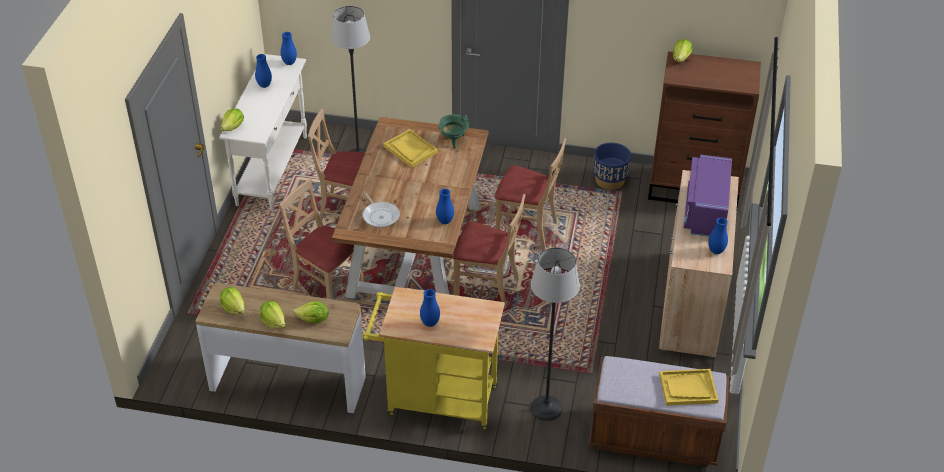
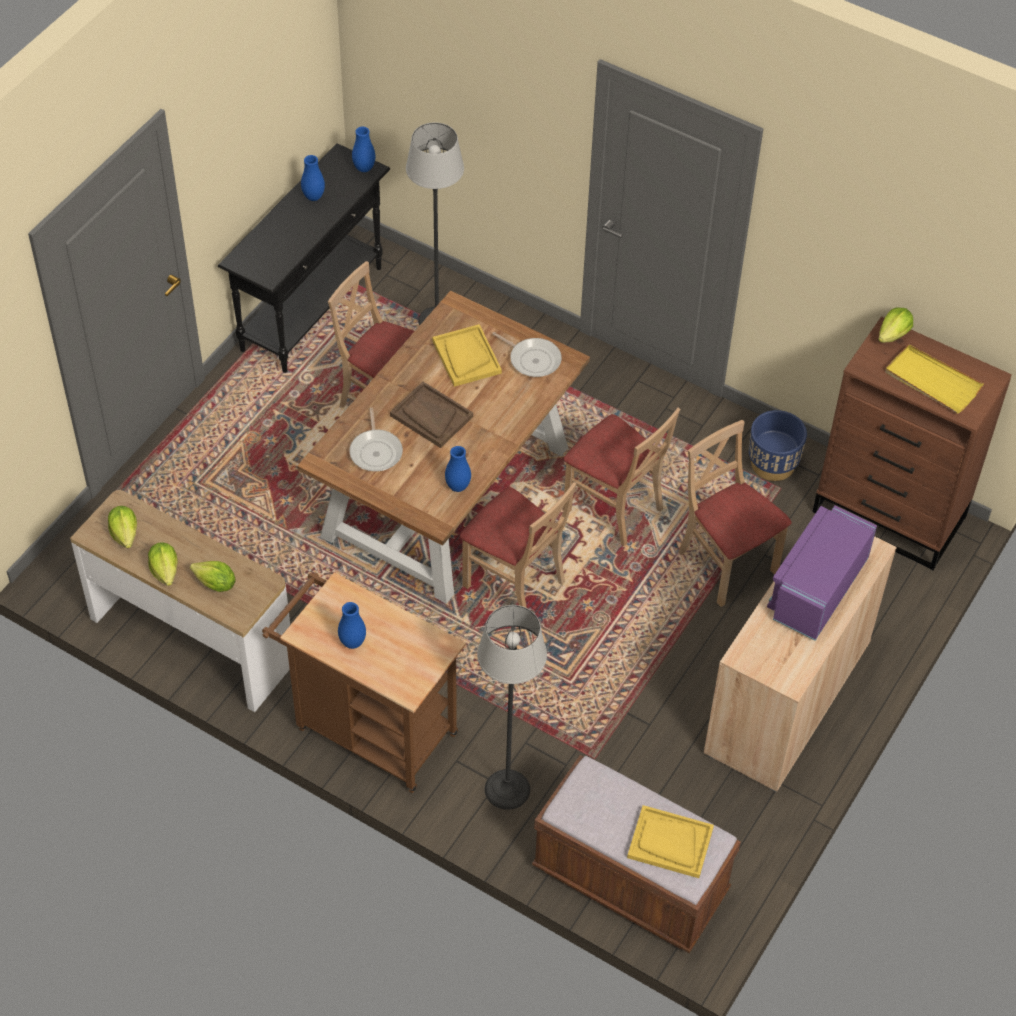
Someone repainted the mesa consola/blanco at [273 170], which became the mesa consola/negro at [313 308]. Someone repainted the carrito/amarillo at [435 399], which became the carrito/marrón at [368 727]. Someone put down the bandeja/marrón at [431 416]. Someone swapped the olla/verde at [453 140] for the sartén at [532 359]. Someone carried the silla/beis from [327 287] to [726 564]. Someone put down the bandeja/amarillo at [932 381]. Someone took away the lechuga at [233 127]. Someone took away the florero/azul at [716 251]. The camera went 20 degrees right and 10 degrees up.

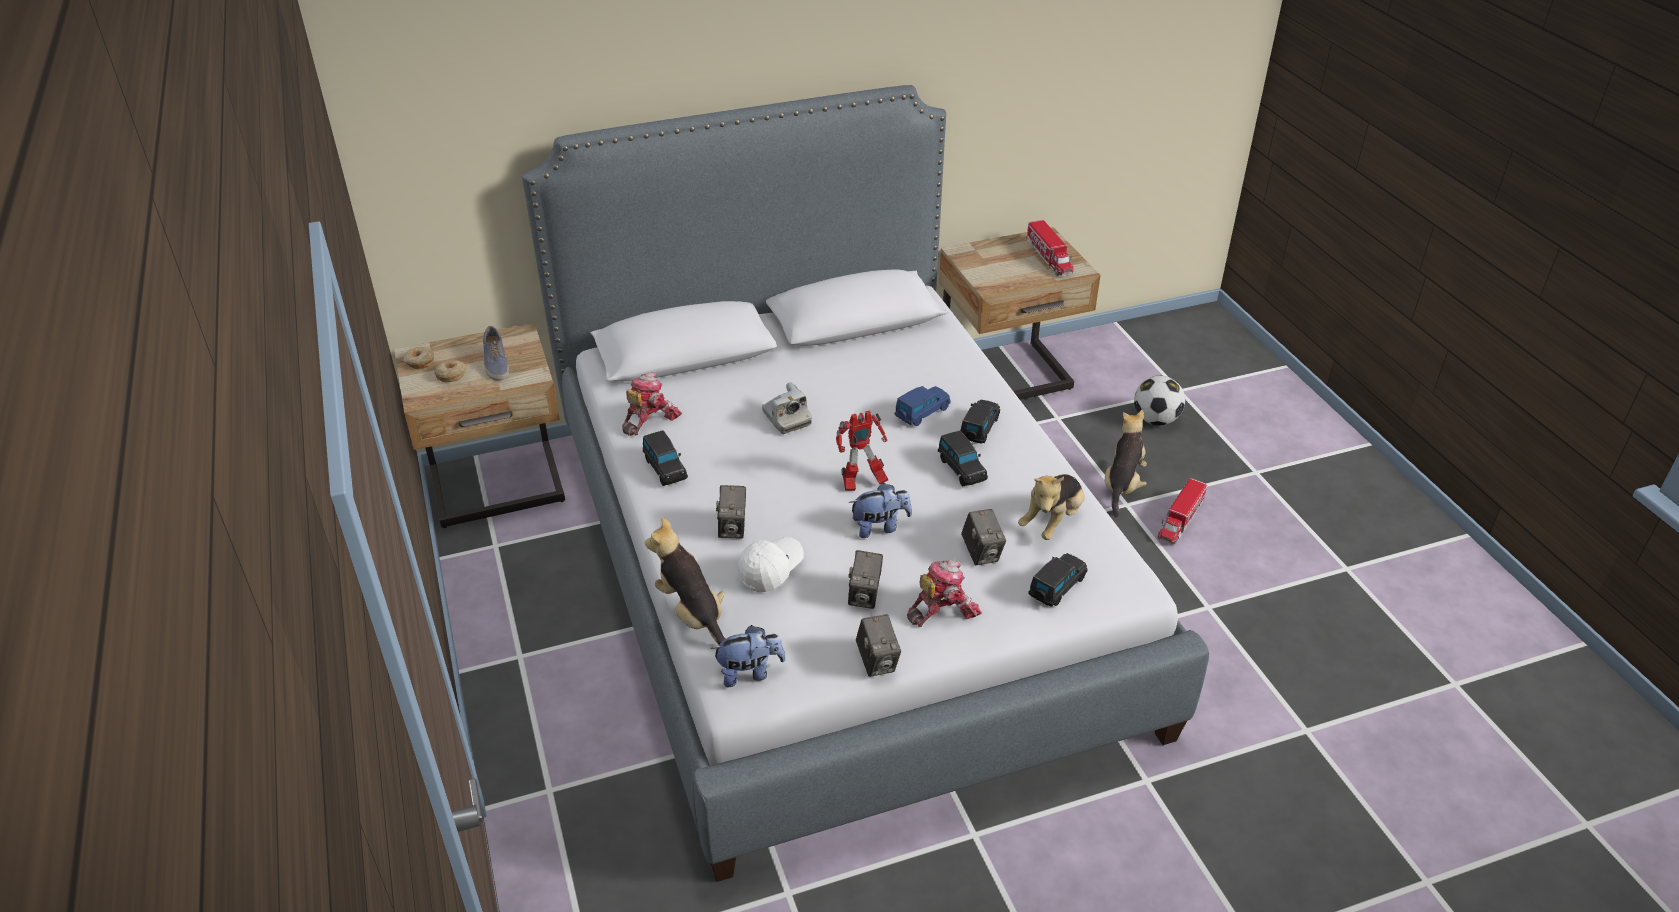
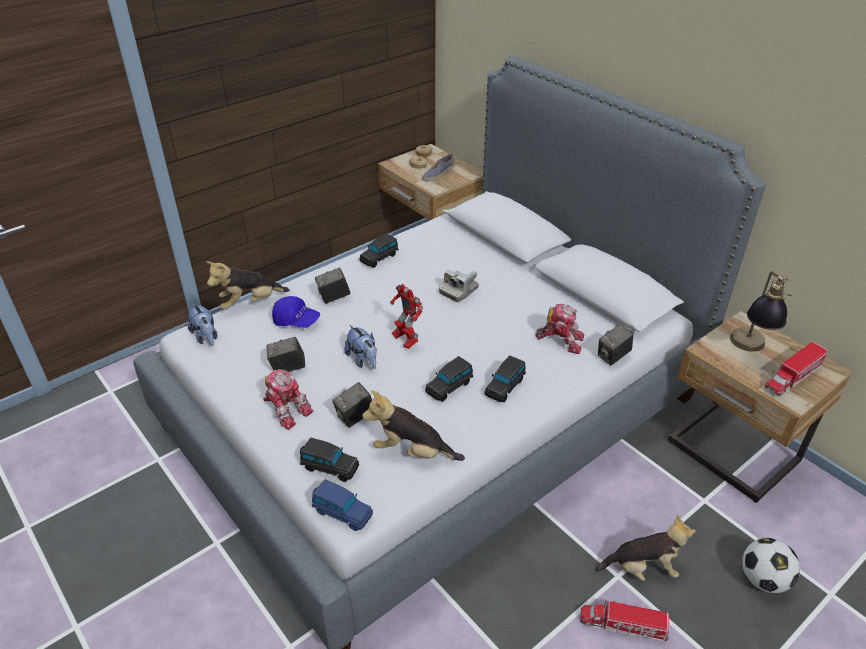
Someone rotated the peluche at [693 614] by 150 degrees counterclockwise. Someone repainted the gorra/blanco at [771 570], which became the gorra/azul at [296 321]. Someone carried the coche de juguete/azul from [921 413] to [342 512]. Someone rotated the coche de juguete/negro at [979 429] by 120 degrees clockwise. Someone carried the robot de juguete from [649 419] to [561 340]. Someone carried the cámara from [877 661] to [613 356]. Someone put down the lámpara de mesa at [749 350]. The camera went 70 degrees right and 0 degrees up.

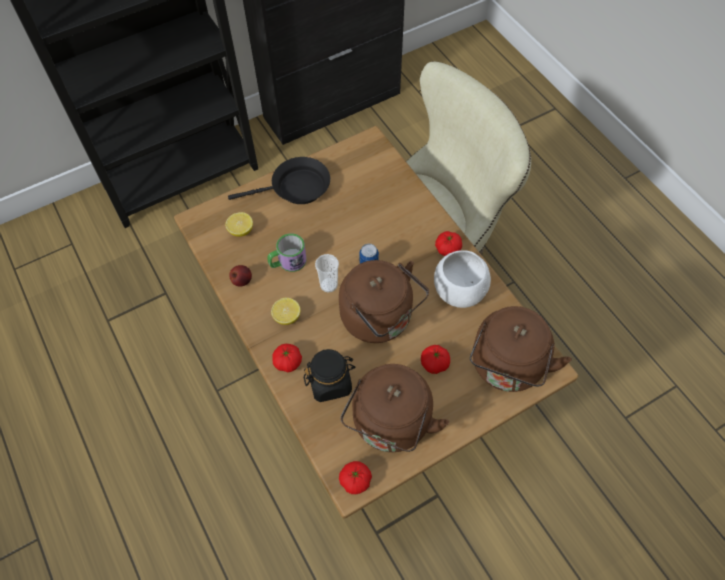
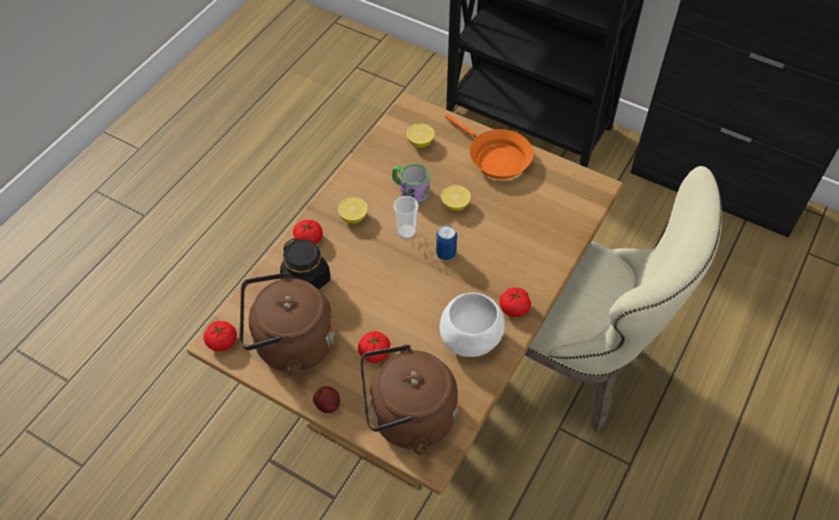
Someone carried the manzana from [242 281] to [328 405]. Someone put down the limón at [455 205]. Someone repainted the sartén/negro at [296 188], which became the sartén/naranja at [495 158]. Someone took away the hervidor/marrón at [380 319]. The camera went 60 degrees right and 5 degrees down.

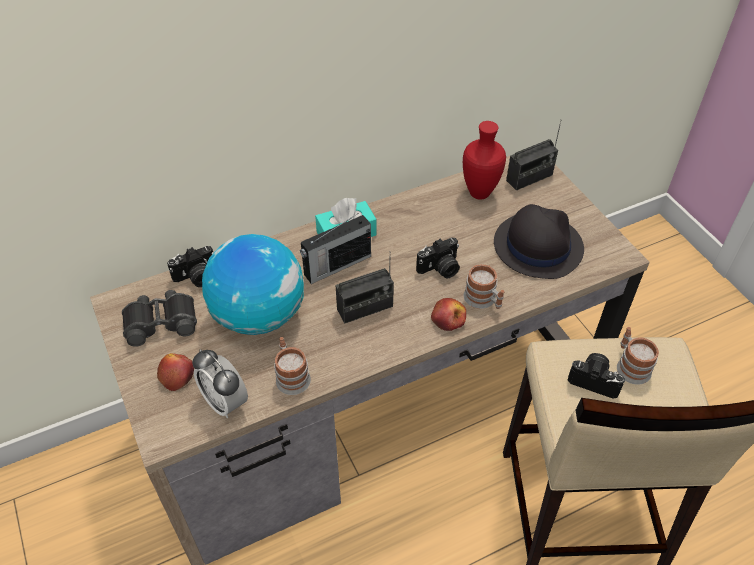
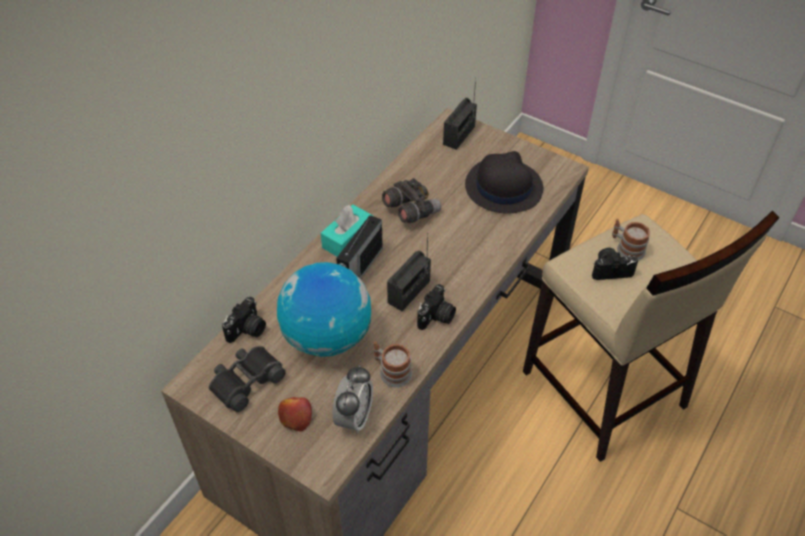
Someone rotated the despertador at [225 402] by 90 degrees counterclockwise. Someone put down the prismáticos/gris at [410 211]. Someone carried the cámara from [440 269] to [437 317]. Someone took away the manzana at [448 319]. Someone took away the florero/rojo at [478 193]. Someone took away the taza grande at [483 300]. The camera went 30 degrees left and 0 degrees up.

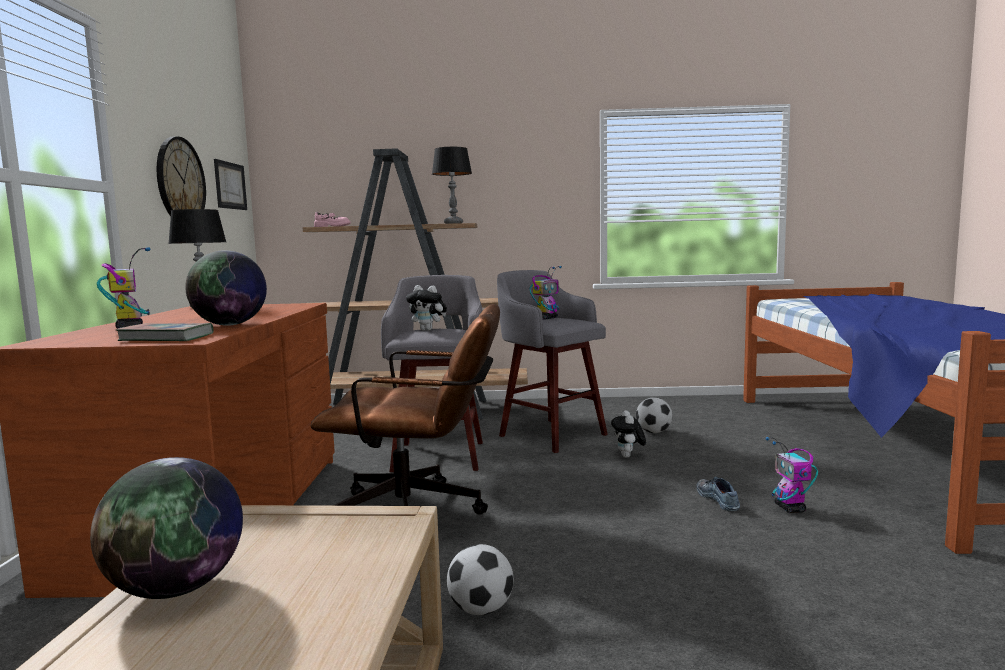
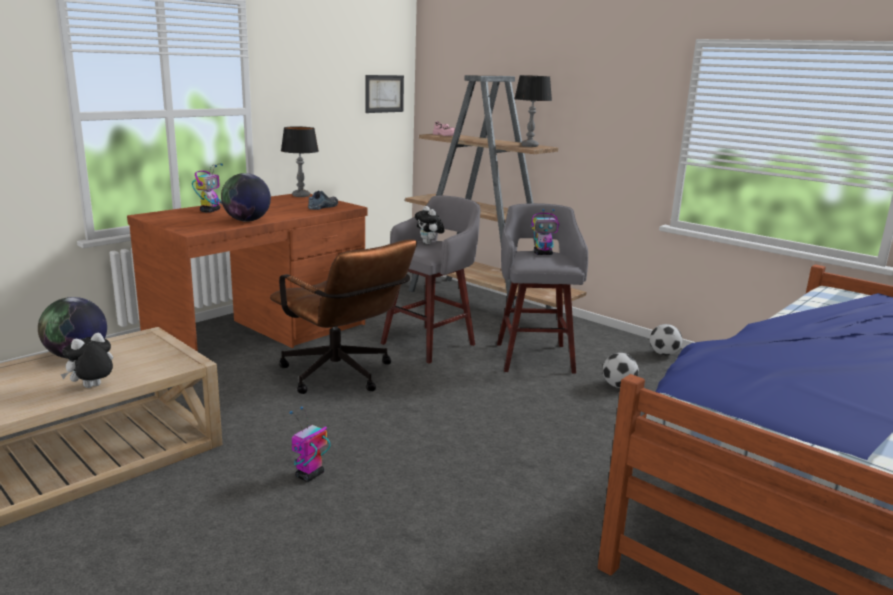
Someone carried the peluche from [628 456] to [92 388]. Someone carried the robot de juguete from [790 508] to [309 475]. Someone carried the zapato from [719 499] to [324 207]. Someone carried the balón de fútbol from [481 610] to [663 354]. Someone took away the libro at [167 338]. Someone took away the reloj de pared at [180 181]. The camera went 40 degrees right and 10 degrees up.

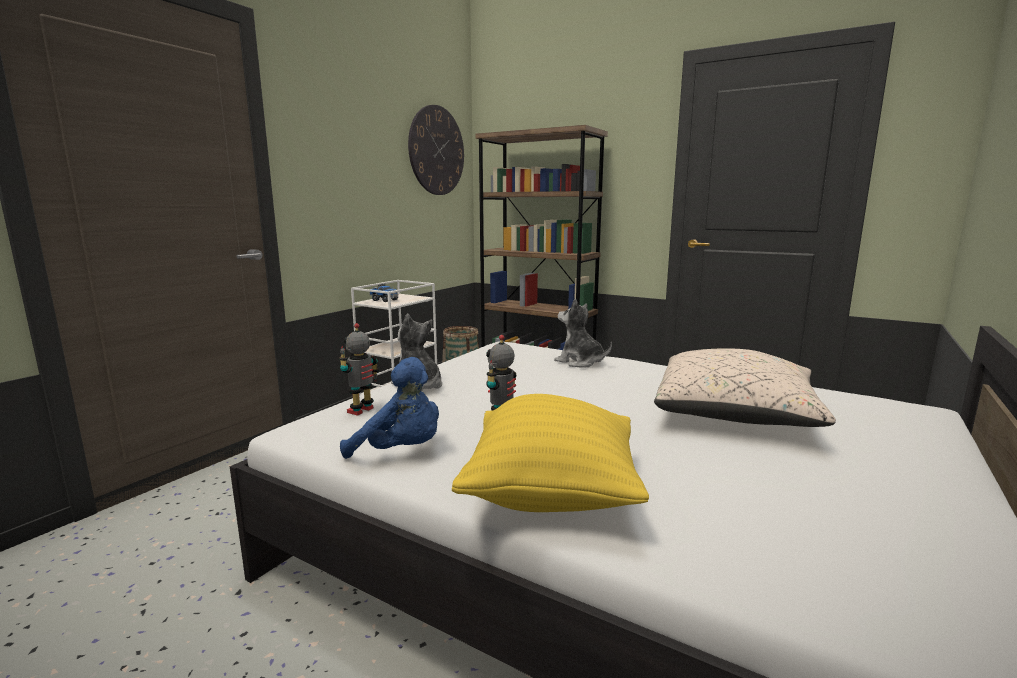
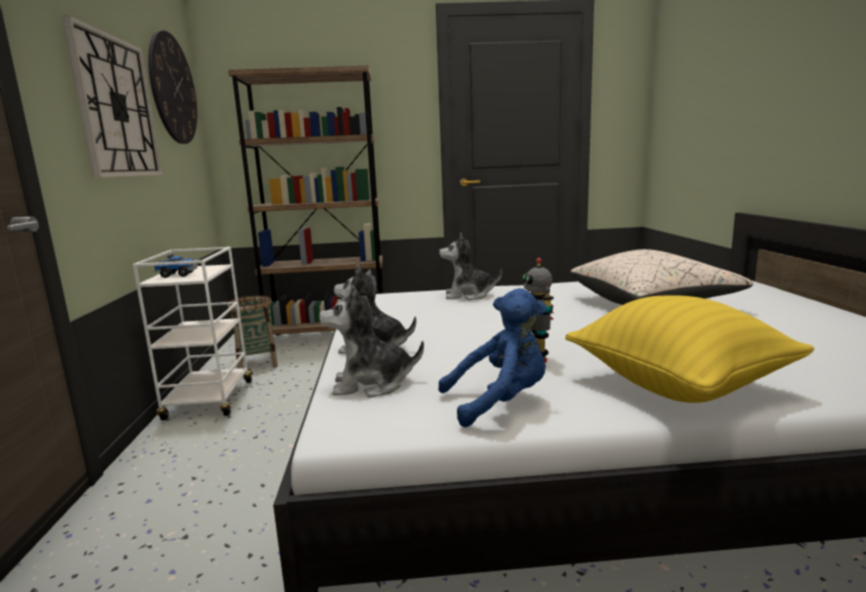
Someone put up the reloj de pared at [116 107]. Someone swapped the robot de juguete at [362 411] for the peluche at [371 384]. The camera went 35 degrees left and 0 degrees up.

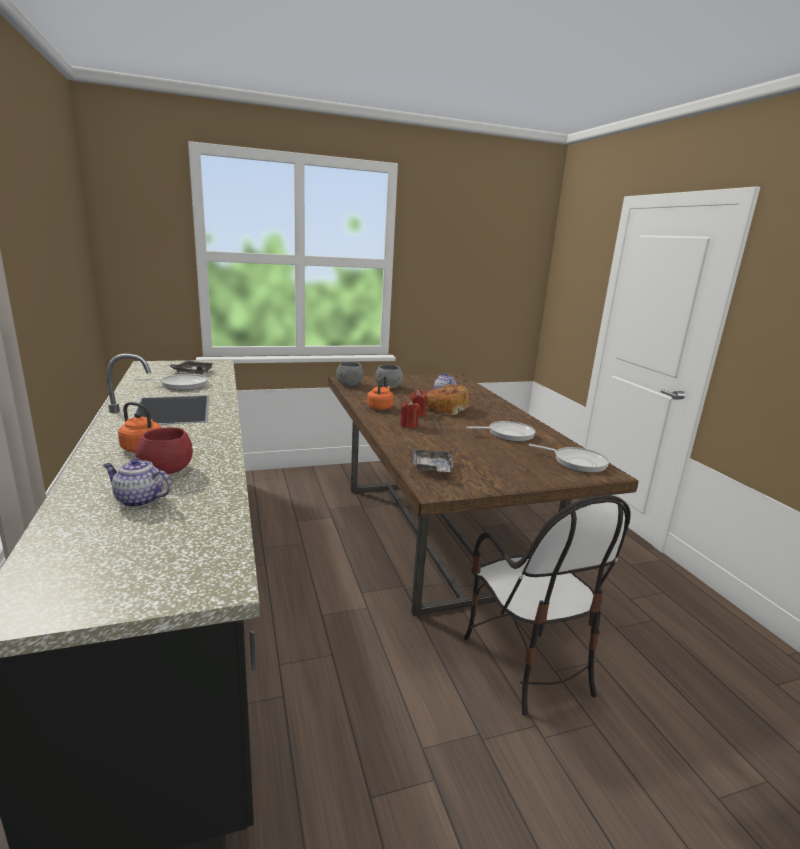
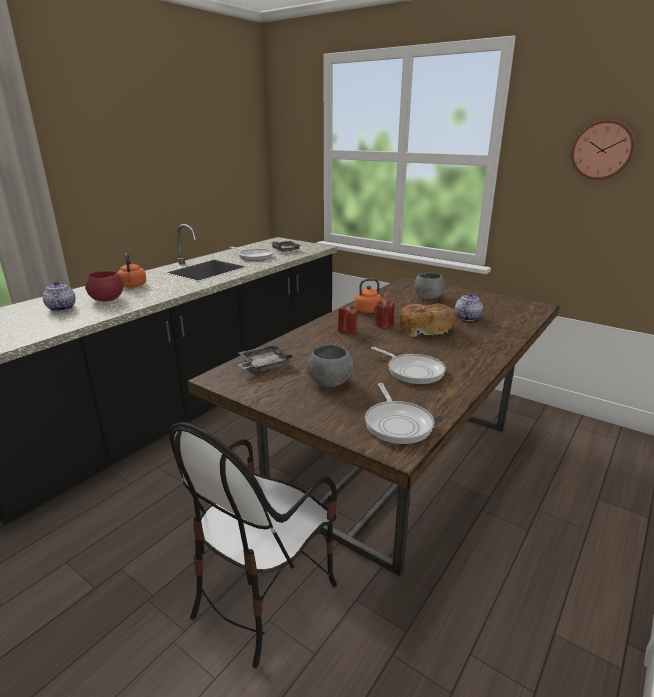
Someone carried the cuenco/gris from [349 384] to [329 382]. Someone put up the reloj de pared at [602 150]. The camera went 55 degrees right and 5 degrees up.

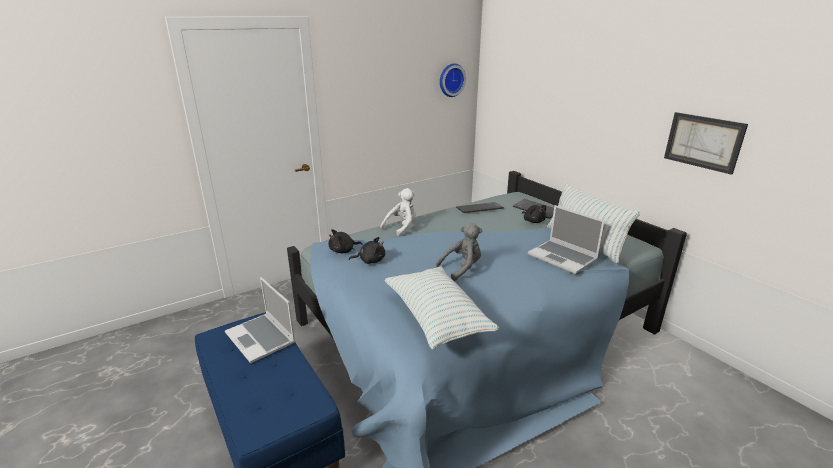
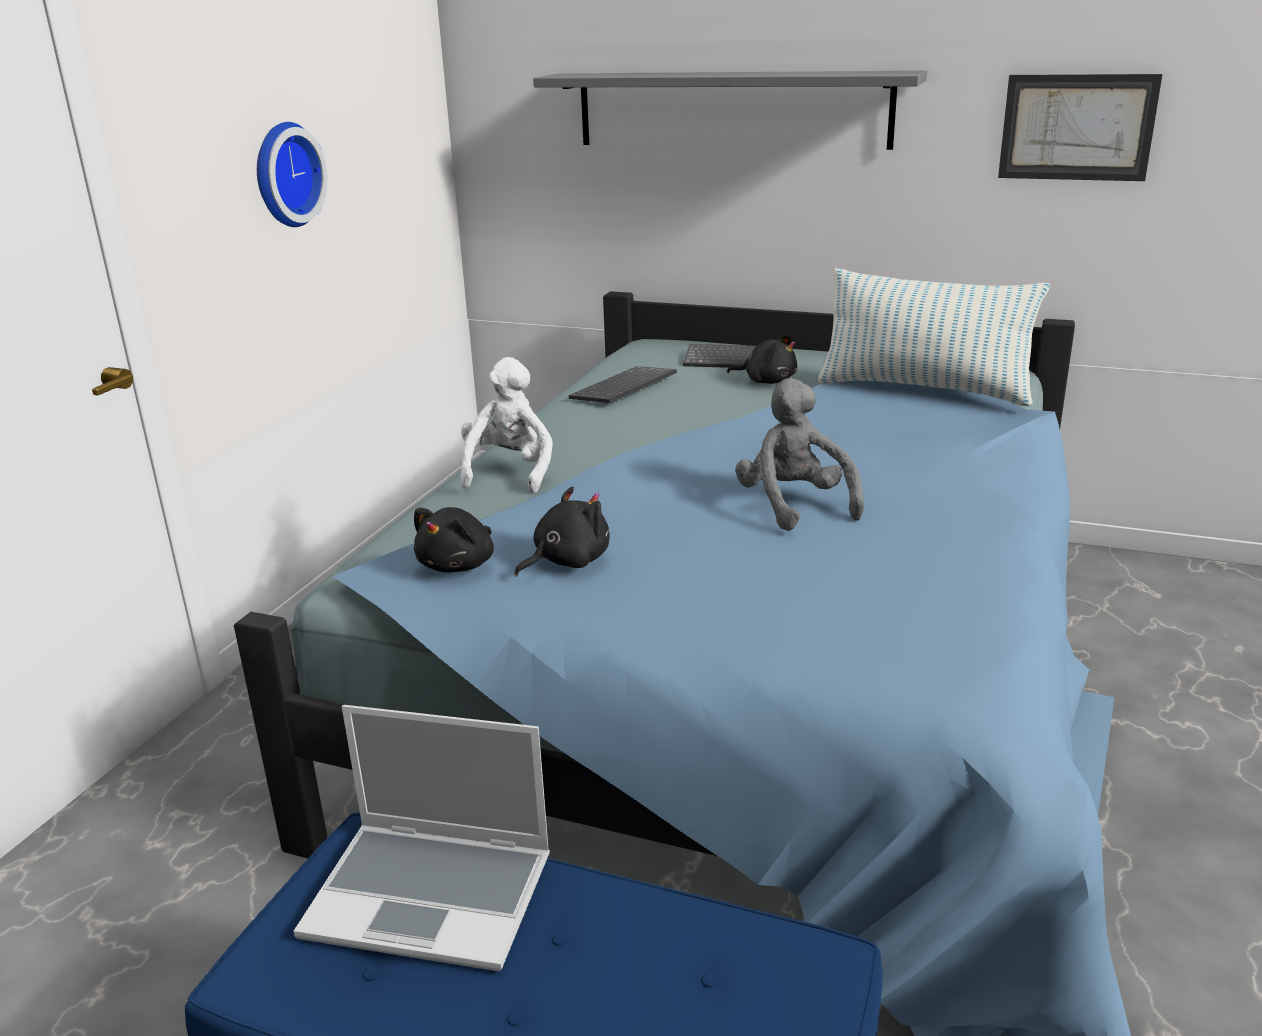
Someone carried the reloj de pared from [451 80] to [284 175]. Someone put up the estante/gris at [731 109]. Someone rotated the peluche/gris at [462 268] by 45 degrees counterclockwise. Someone took away the cojín at [436 317]. Someone took away the portátil at [563 258]. The camera went 35 degrees left and 0 degrees up.

